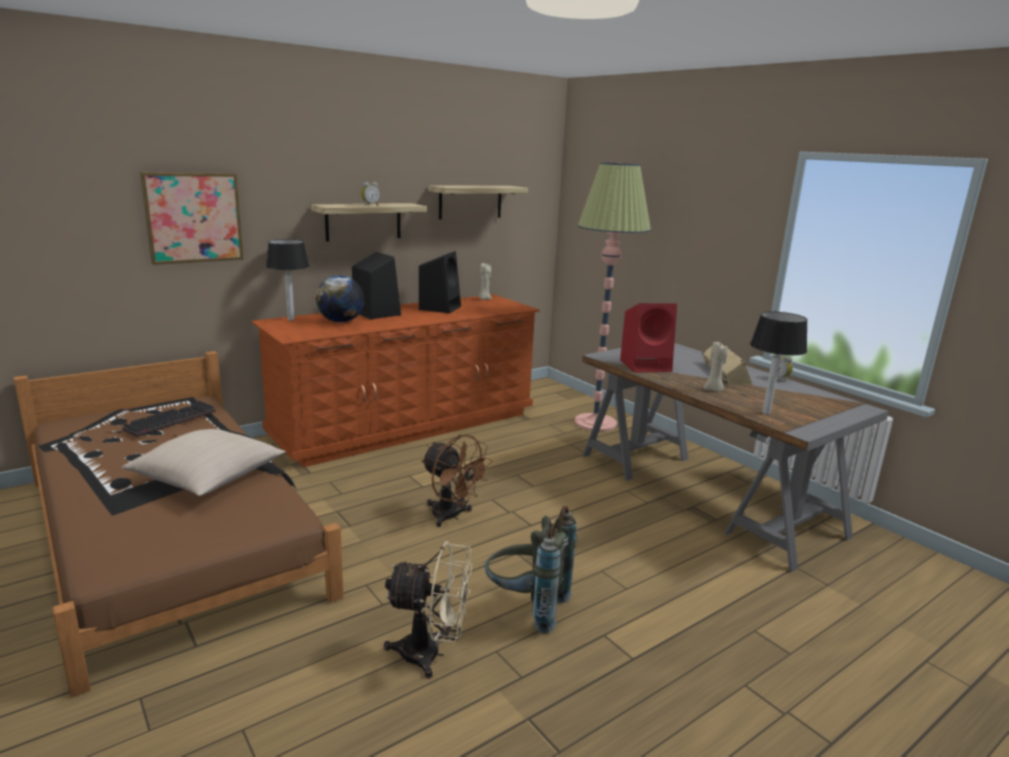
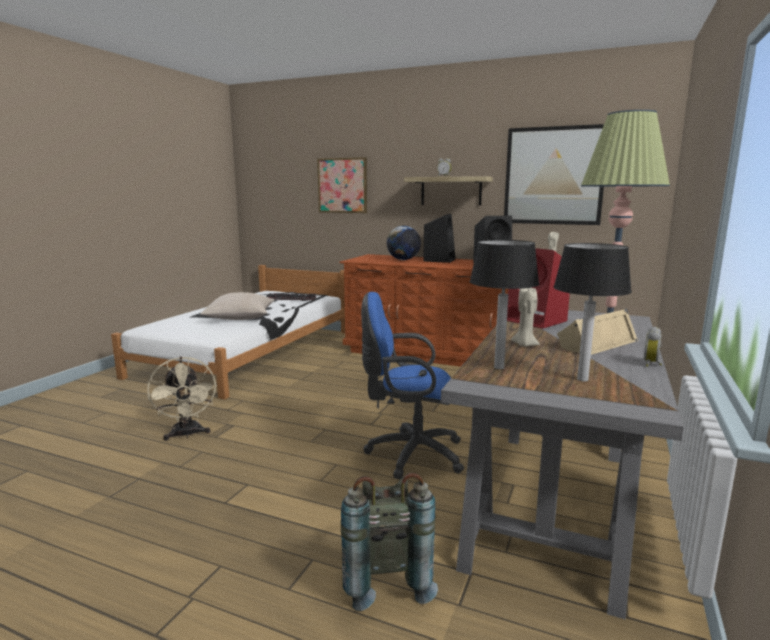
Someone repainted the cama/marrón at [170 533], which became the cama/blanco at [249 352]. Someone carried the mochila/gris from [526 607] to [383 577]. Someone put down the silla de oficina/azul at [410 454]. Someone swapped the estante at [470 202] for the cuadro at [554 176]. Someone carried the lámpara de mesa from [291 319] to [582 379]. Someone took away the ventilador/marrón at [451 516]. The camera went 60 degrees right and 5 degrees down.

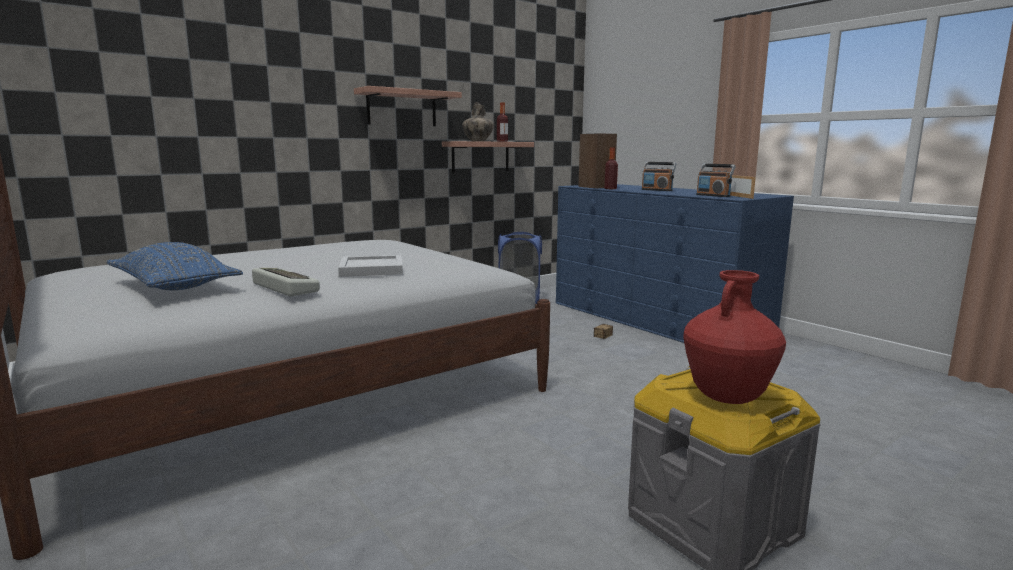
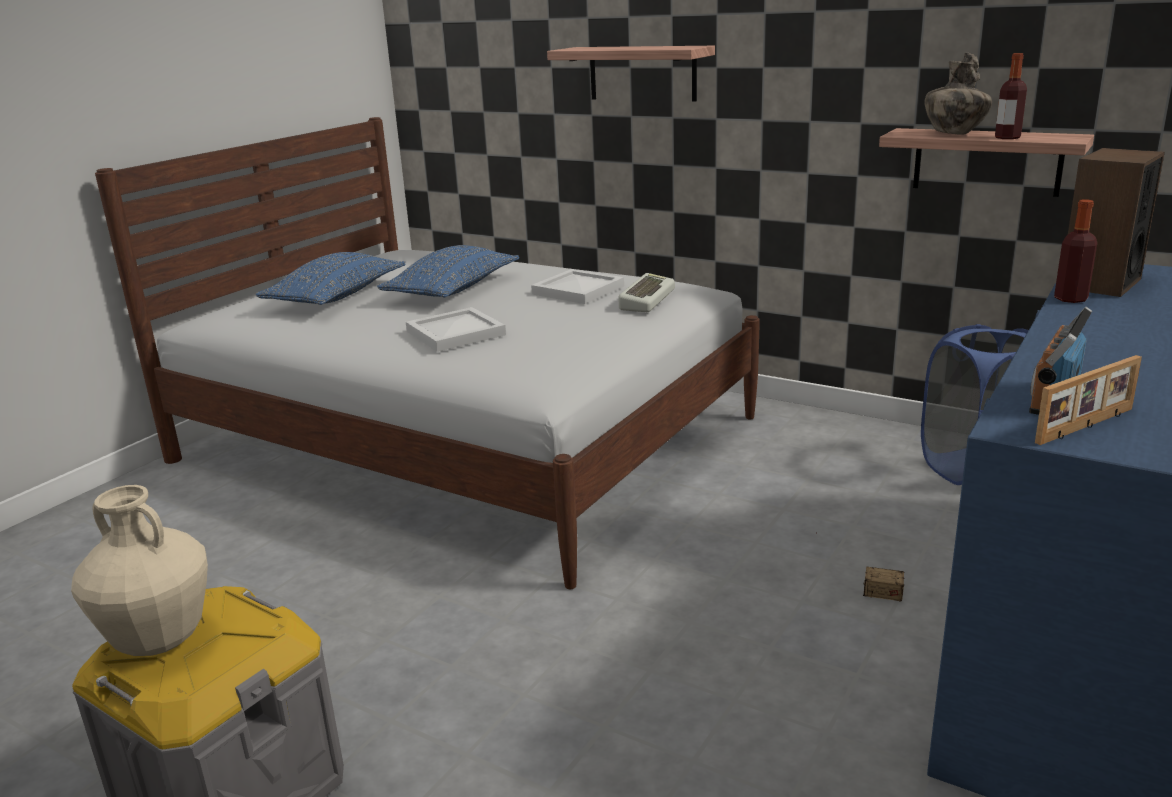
Someone repainted the florero/rojo at [727 397], which became the florero/beis at [160 641]. Someone put down the cojín/azul at [453 290]. Someone put down the bandeja/blanco at [576 290]. Someone carried the estante from [402 108] to [642 73]. Someone carried the teclado from [283 288] to [645 299]. Someone took away the radio at [657 190]. The camera went 70 degrees right and 10 degrees up.

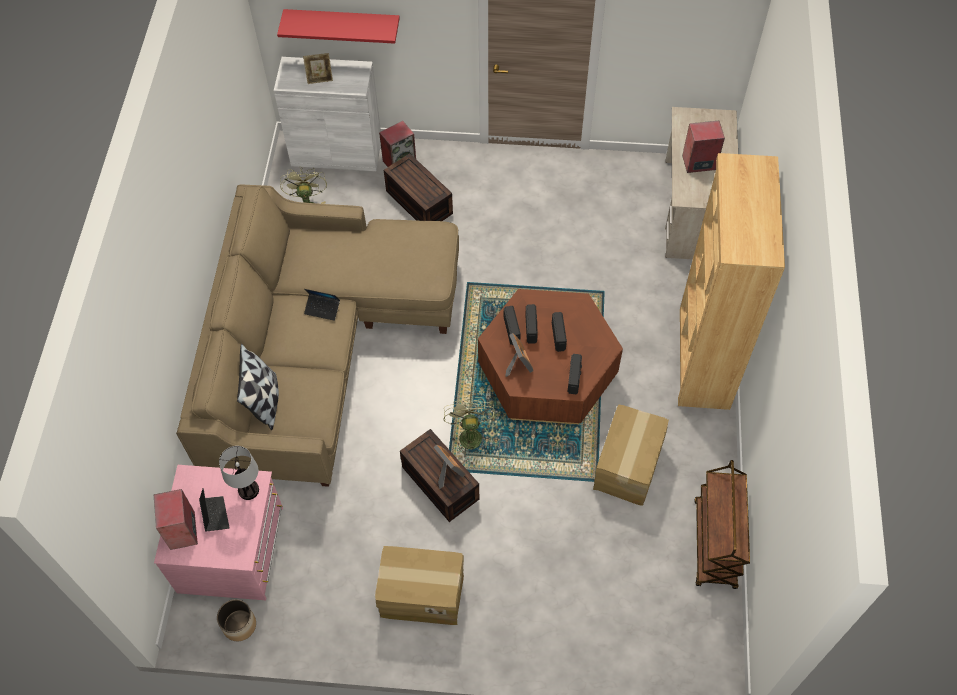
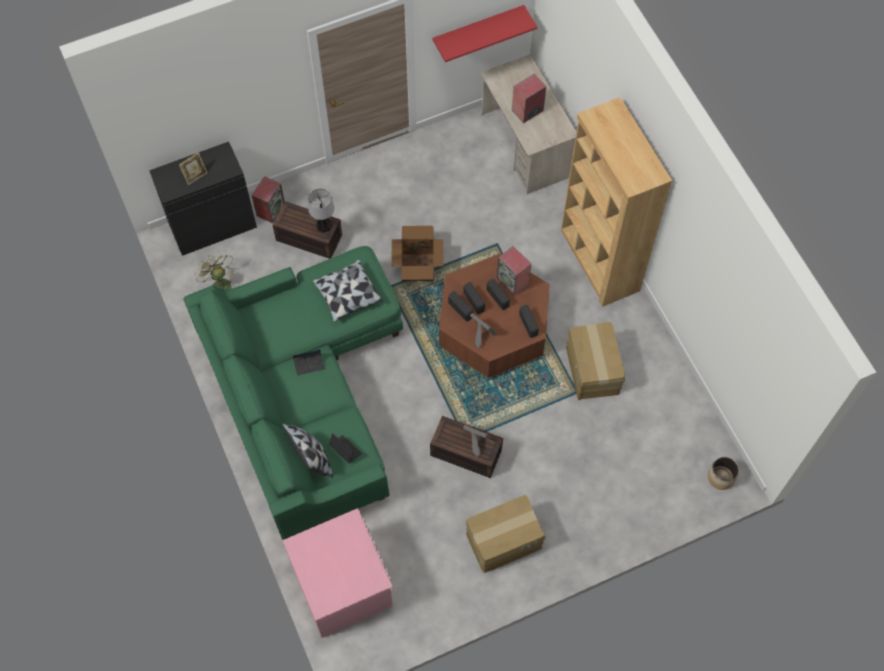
Someone repainted the armario/blanco at [336 152], which became the armario/negro at [212 226]. Someone repainted the sofá/beis at [319 347], which became the sofá/verde at [306 395]. Someone carried the lámpara de mesa from [248 490] to [323 225]. Someone put down the cojín at [347 295]. Someone carried the portátil from [215 515] to [345 450]. Someone put down the caja de cartón at [418 267]. Someone carried the estante/rojo from [342 23] to [478 29]. Someone carried the altavoz from [183 531] to [513 281]. Someone carried the maceta from [239 625] to [720 477]. Someone took away the ventilador/verde at [469 434]. Someone took away the carrito/marrón at [715 544]. The camera went 30 degrees left and 5 degrees up.

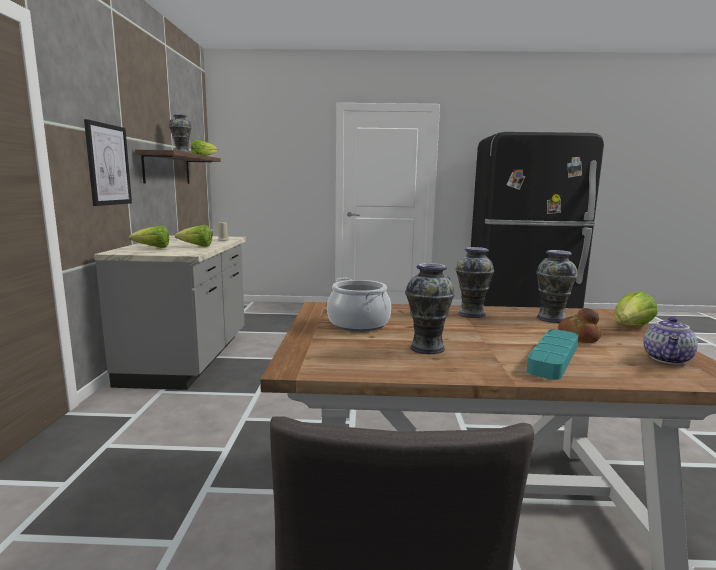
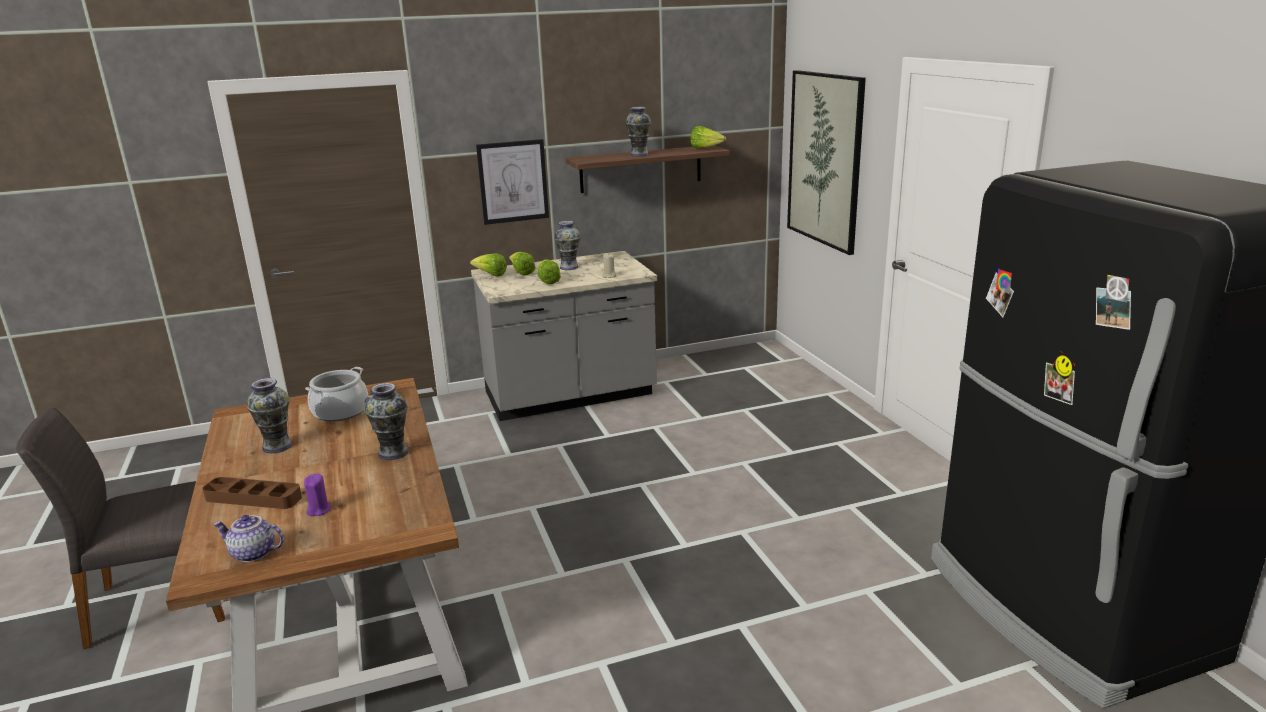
Someone repainted the bandeja/turquesa at [553 358], which became the bandeja/marrón at [253 498]. Someone swapped the pan at [578 337] for the vela/morado at [319 510]. Someone carried the lechuga from [630 328] to [491 275]. Someone carried the florero from [551 318] to [569 267]. Someone put up the cuadro at [824 159]. The camera went 70 degrees right and 10 degrees up.

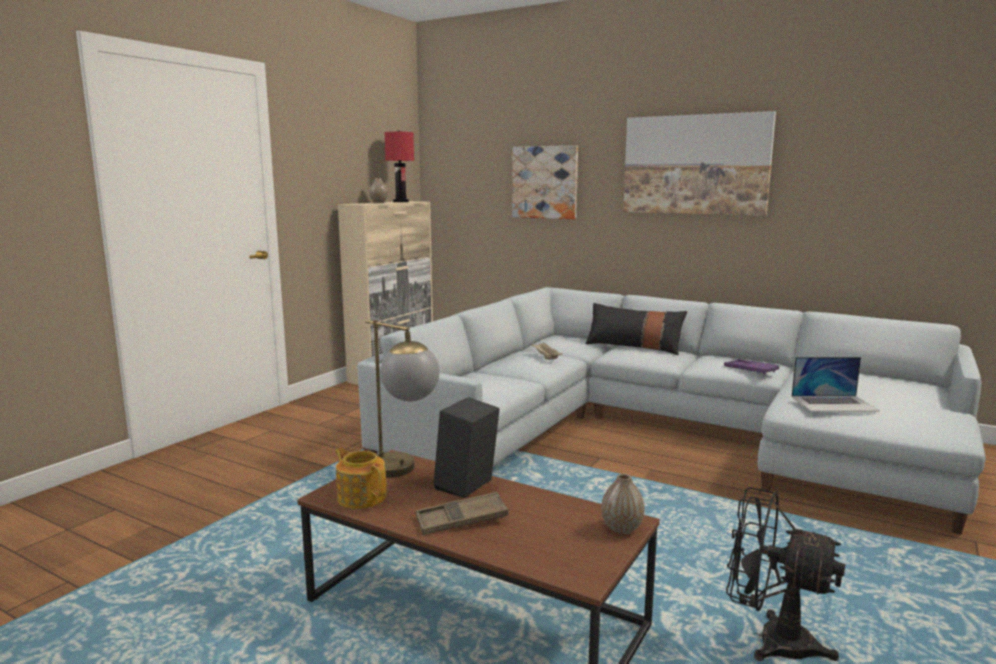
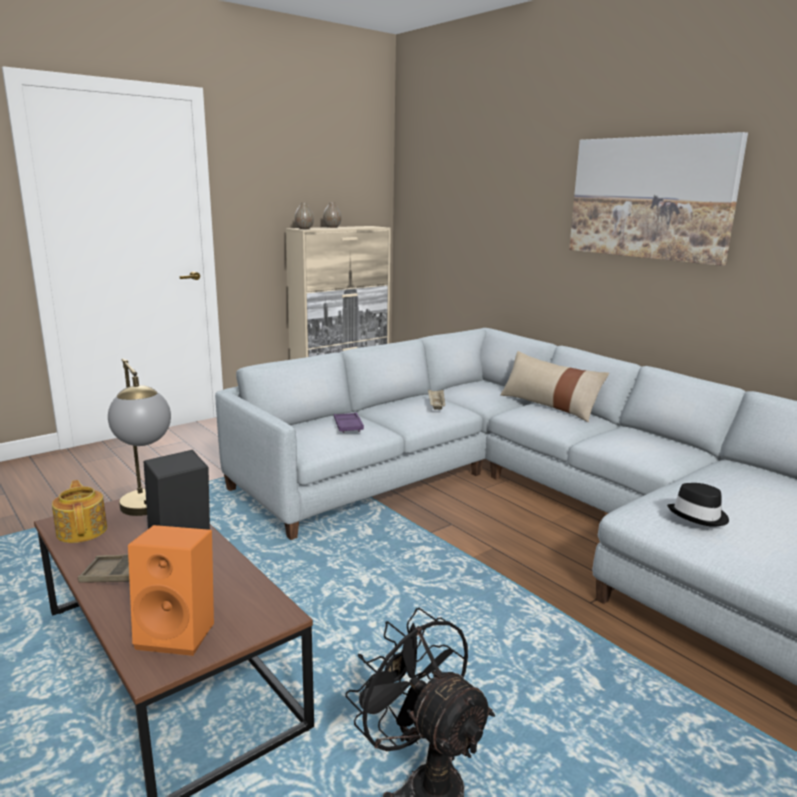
Someone put down the altavoz/naranja at [180 632]. Someone carried the florero from [621 528] to [304 228]. Someone carried the bandeja/morado from [750 370] to [348 426]. Someone repainted the cojín/negro at [634 347], which became the cojín/beis at [549 405]. Someone swapped the portátil at [834 403] for the sombrero/negro at [699 515]. Someone took away the lámpara de mesa/rojo at [400 202]. Someone took away the cuadro at [545 182]. The camera went 20 degrees right and 5 degrees up.

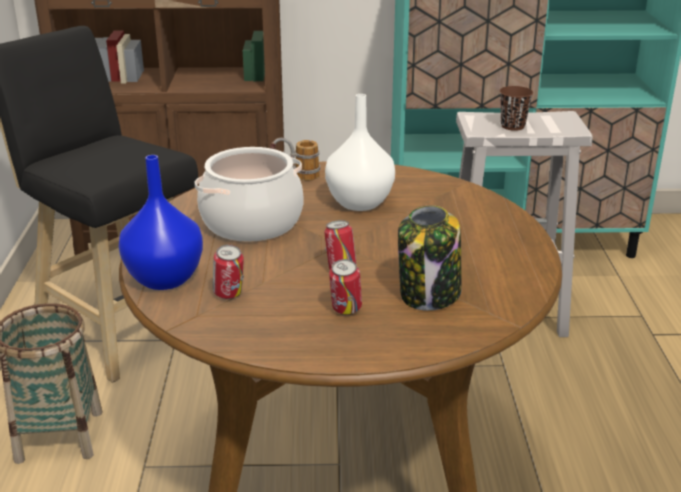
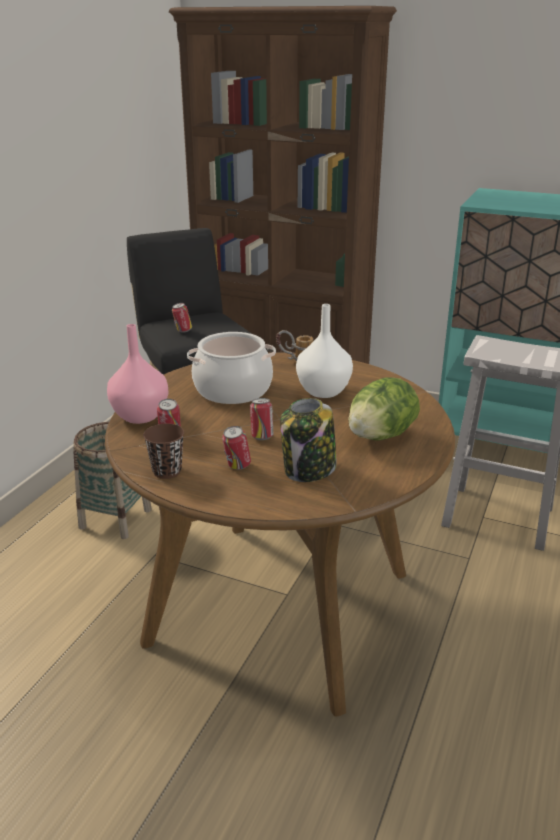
Someone repainted the florero/azul at [166 278], which became the florero/rosa at [141 416]. Someone carried the taza/marrón from [512 126] to [167 471]. Someone put down the lata at [182 331]. Someone put down the lechuga at [380 436]. The camera went 25 degrees right and 0 degrees up.

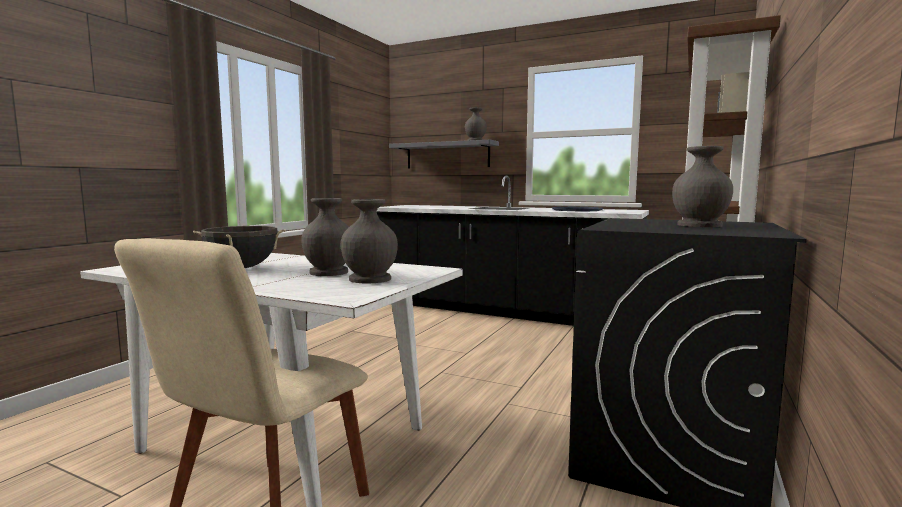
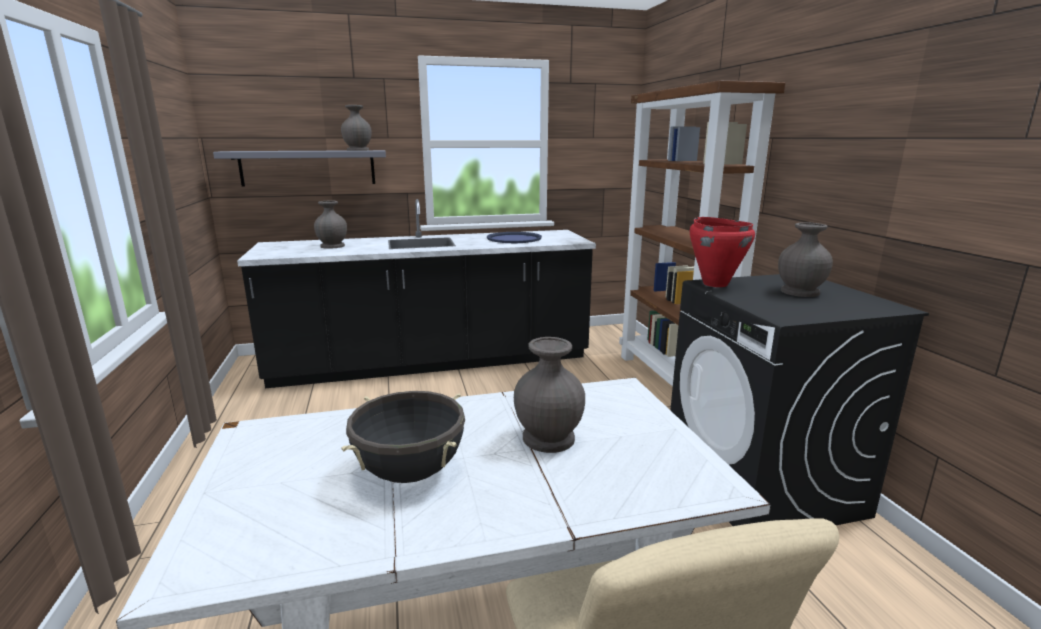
Someone carried the florero/gris from [371 279] to [333 246]. Someone put down the olla/rojo at [715 284]. The camera went 40 degrees left and 10 degrees up.

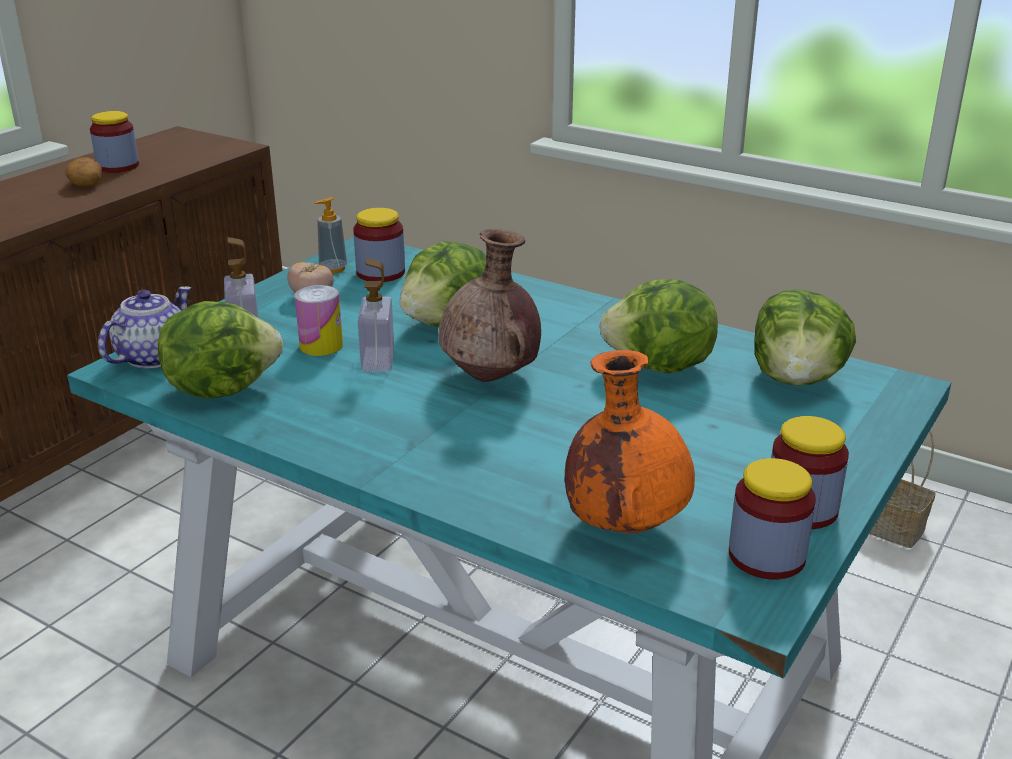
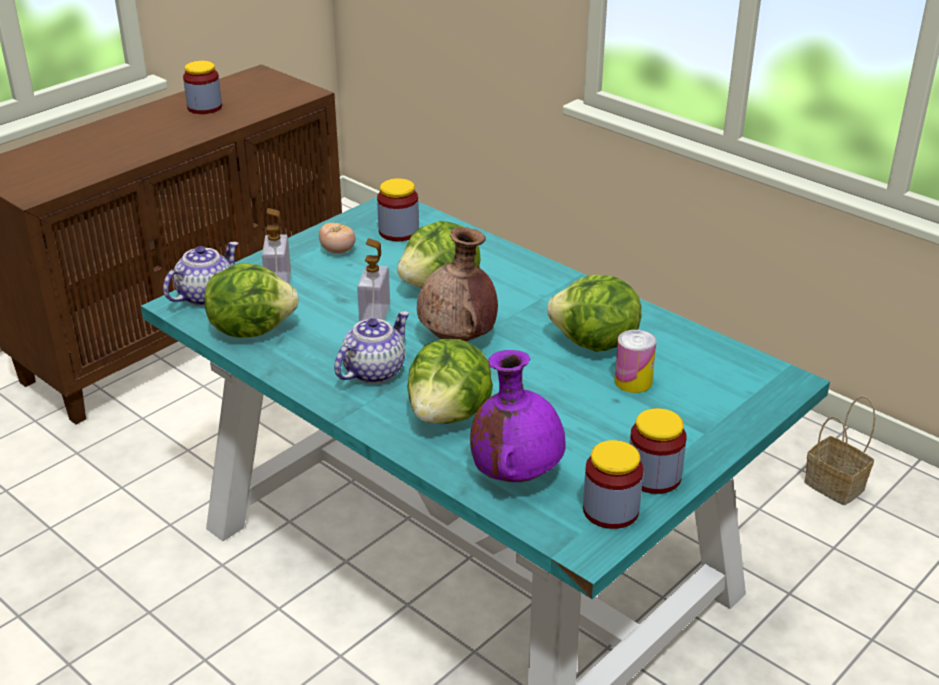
Someone put down the tetera at [374 371]. Someone carried the lechuga from [797 379] to [450 415]. Someone repainted the florero/naranja at [625 525], which became the florero/morado at [516 474]. Someone carried the lata from [321 346] to [633 381]. Someone took away the patata at [86 184]. Someone took away the dispensador de jabón at [333 269]. The camera went 10 degrees right and 5 degrees up.

